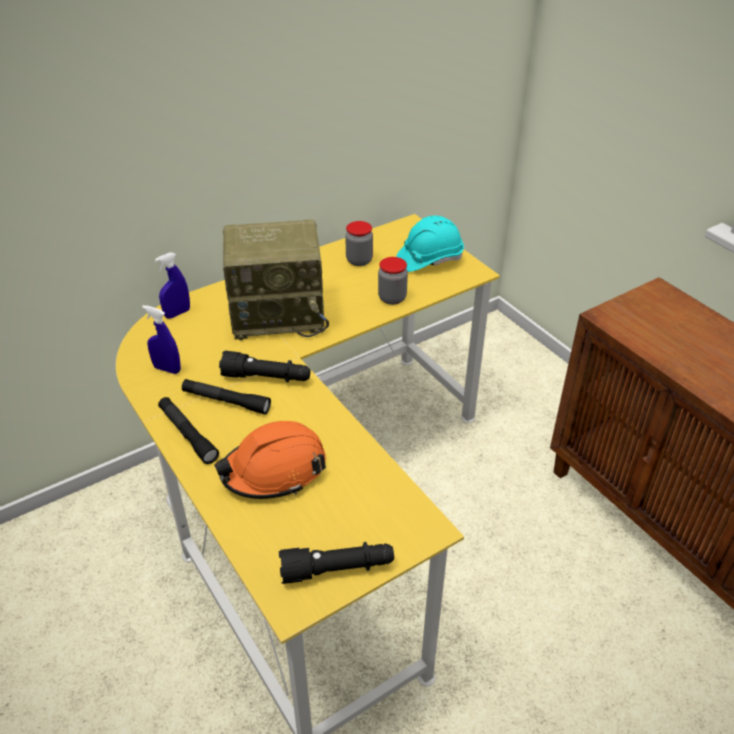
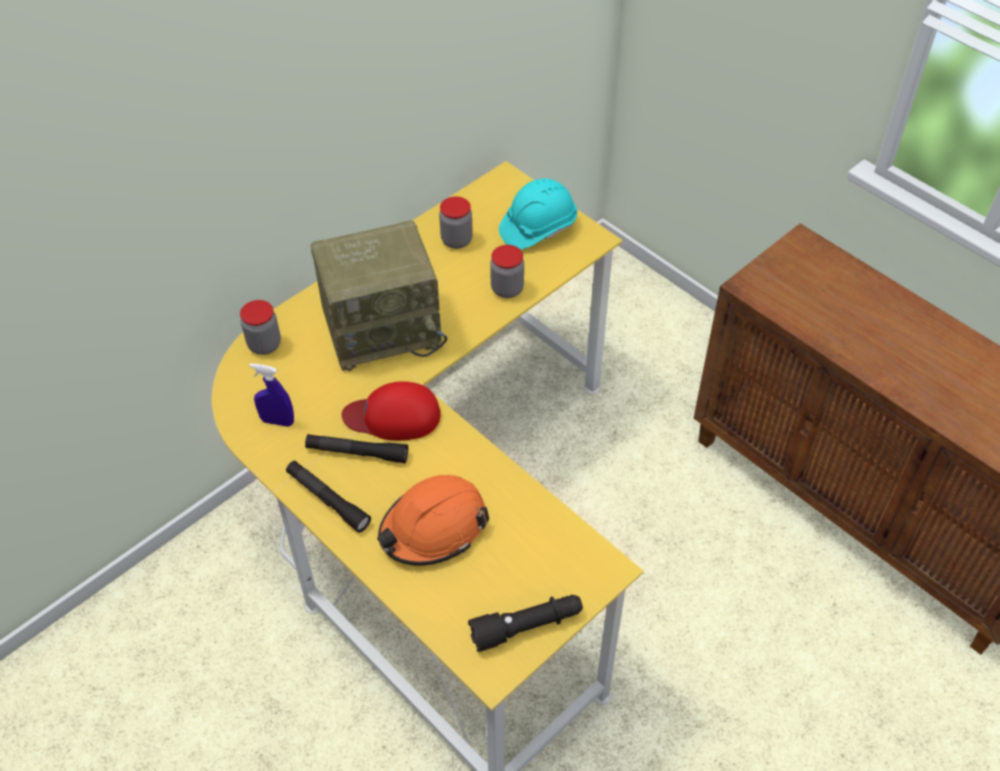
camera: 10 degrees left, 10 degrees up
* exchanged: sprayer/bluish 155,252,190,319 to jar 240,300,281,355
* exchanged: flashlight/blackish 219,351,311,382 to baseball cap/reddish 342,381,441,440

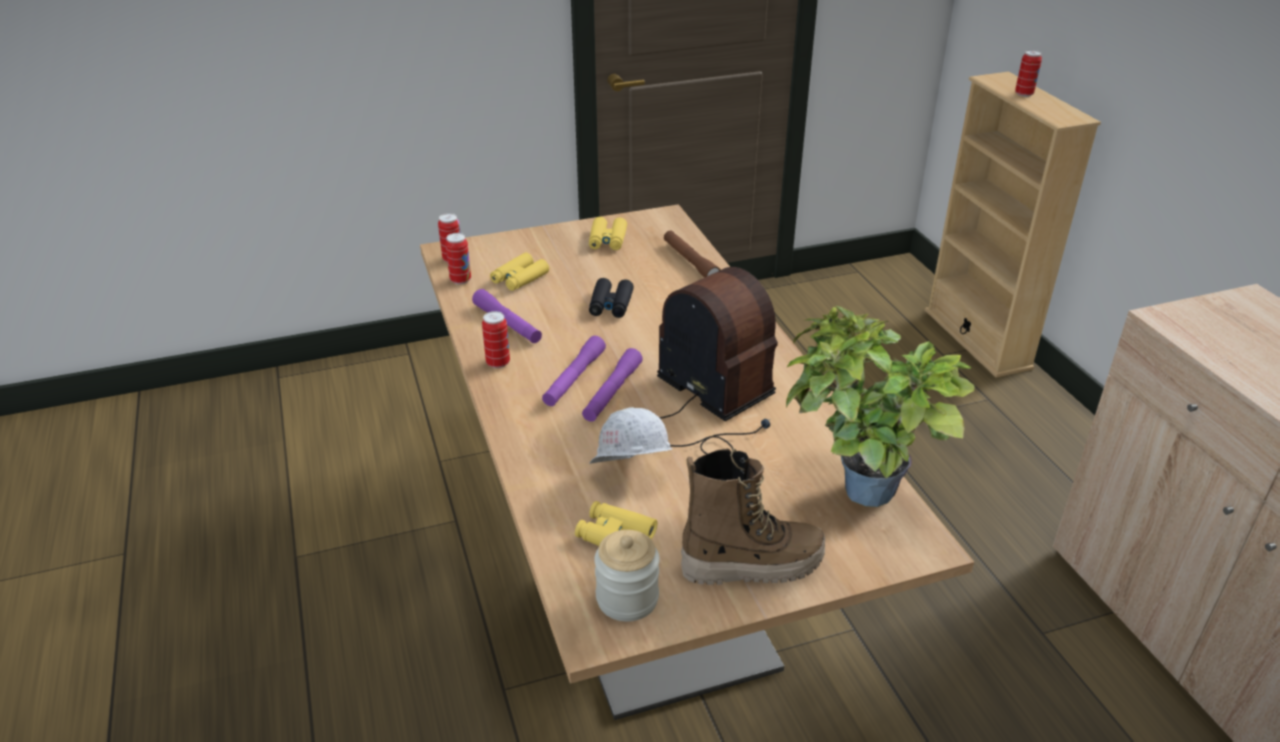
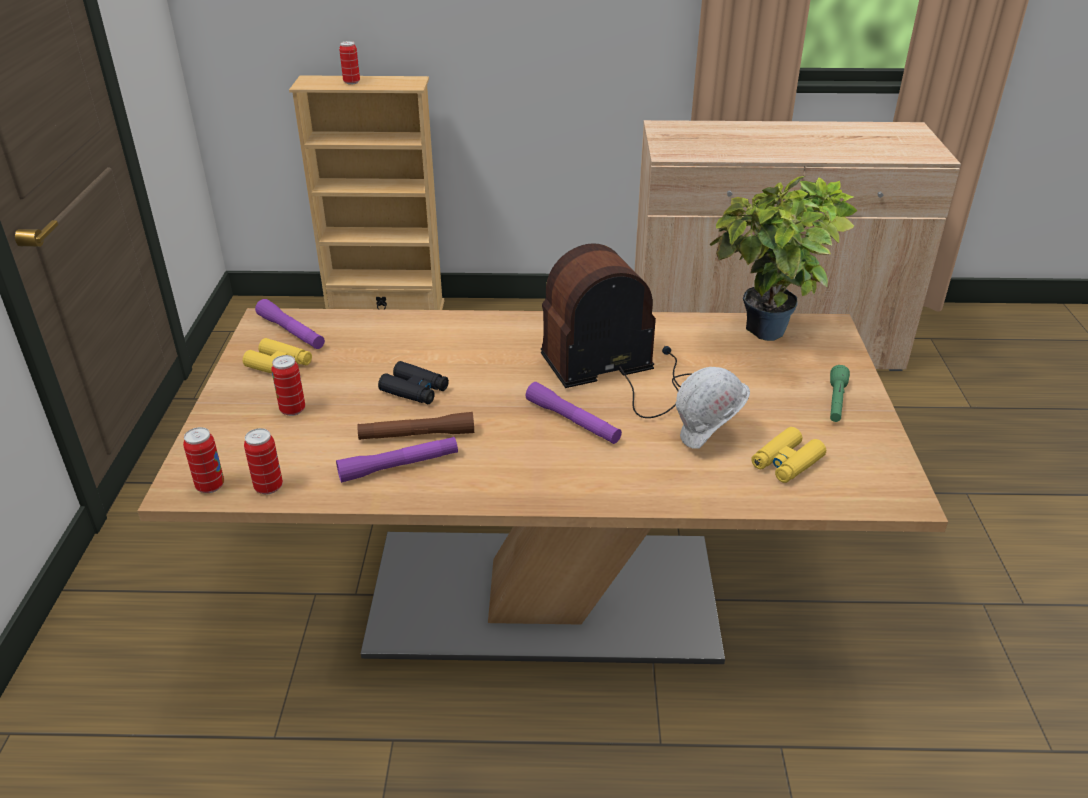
camera: 70 degrees left, 0 degrees up
* missing: field glasses/yellow 490,252,549,291
* missing: jar 594,530,660,622
* relocated: sealed can 482,311,510,368 to 271,355,305,416
* relocated: flashlight/purplish 542,336,606,406 to 255,299,325,349
* relocated: flashlight/brown 664,231,721,278 to 357,412,474,440
* exchanged: boot 681,448,825,585 to flashlight/green-coloured 830,365,850,422

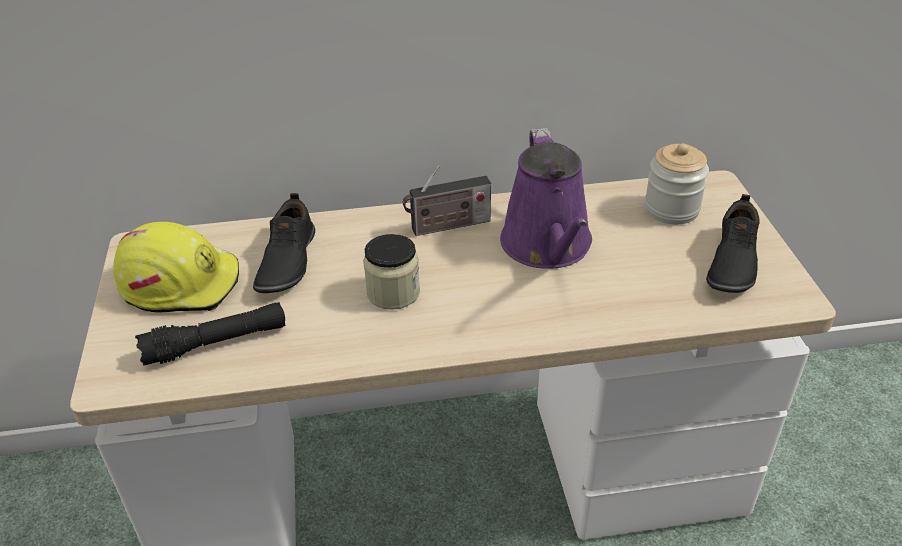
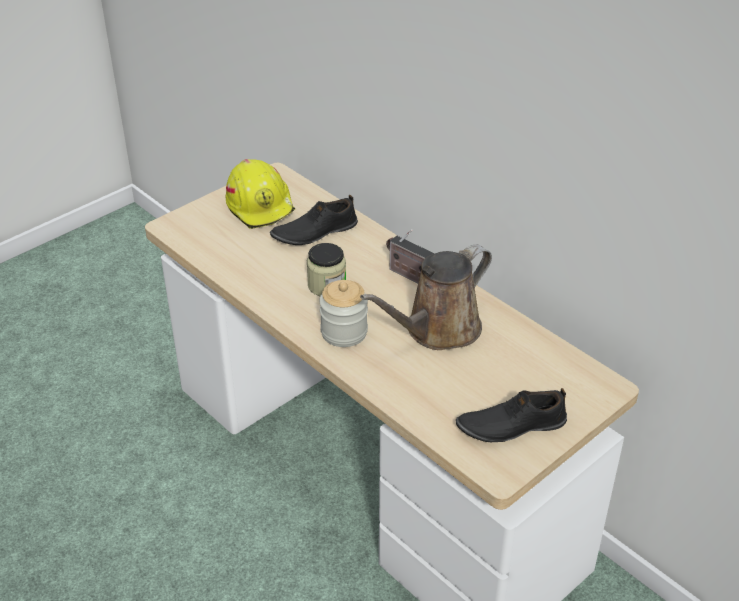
camera: 55 degrees right, 0 degrees up
* missing: flashlight/blackish 135,302,285,366
* relocated: jar 644,143,709,224 to 319,280,368,347
* colour: watering pot/purplish 500,128,592,269 to watering pot/brown 360,245,492,350

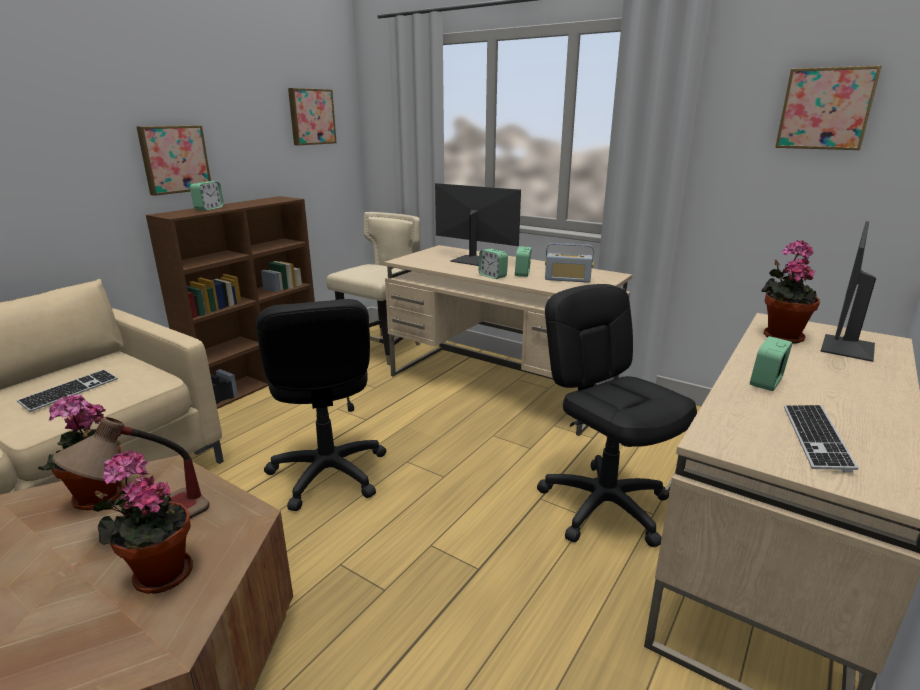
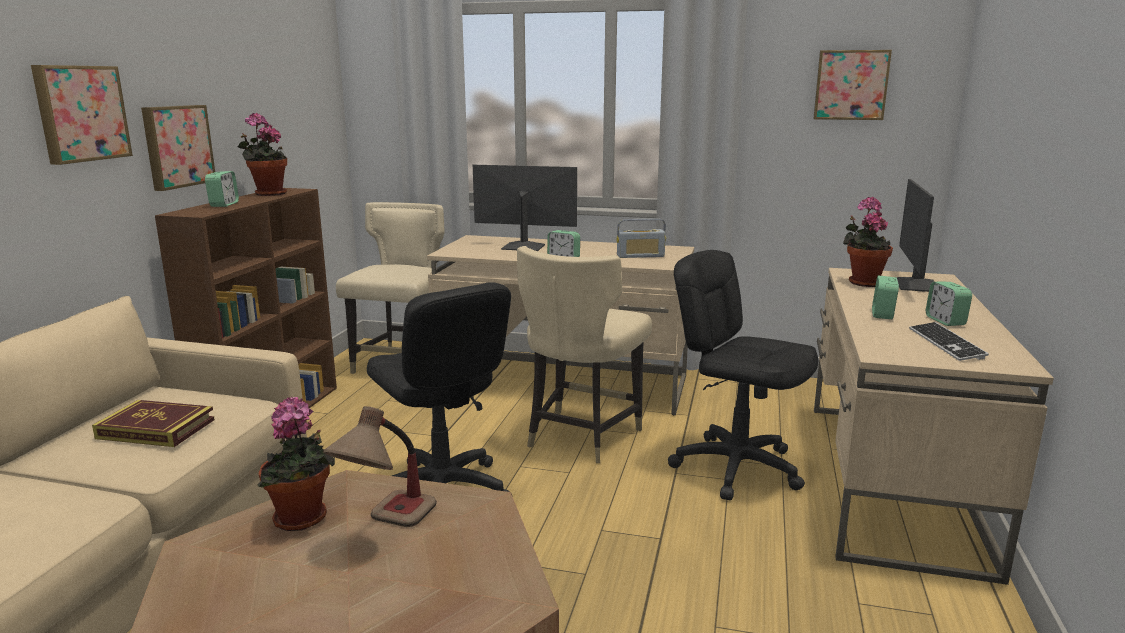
camera: 20 degrees left, 5 degrees down
* appeared: chair/sand-coloured 517,246,652,463
* relocated: plant in a pot 92,450,193,594 to 237,113,287,196
* relocated: wall picture 288,88,337,145 to 31,65,133,165
* relocated: bedside clock 515,246,532,277 to 926,281,972,326
* exchanged: PC keyboard 17,369,118,412 to bound book 92,400,215,447

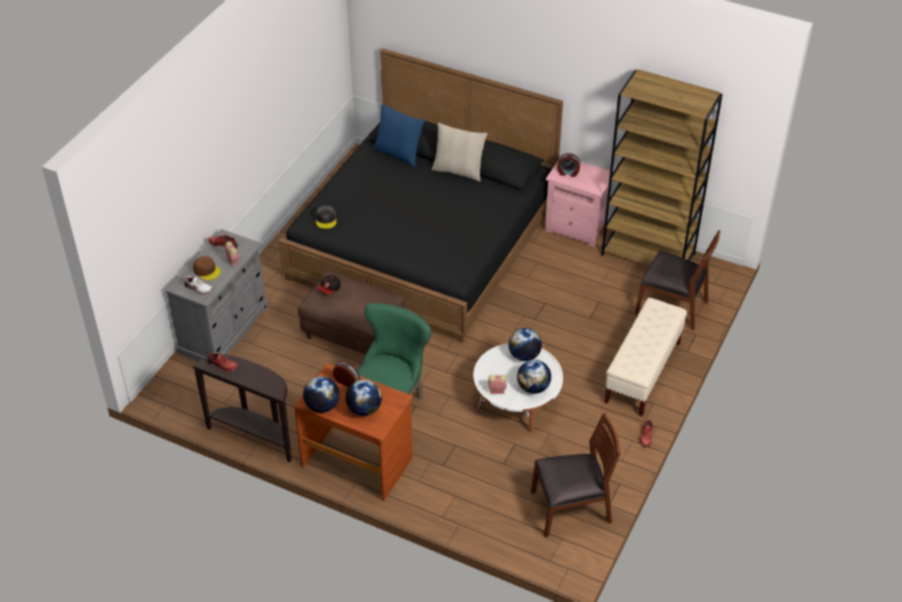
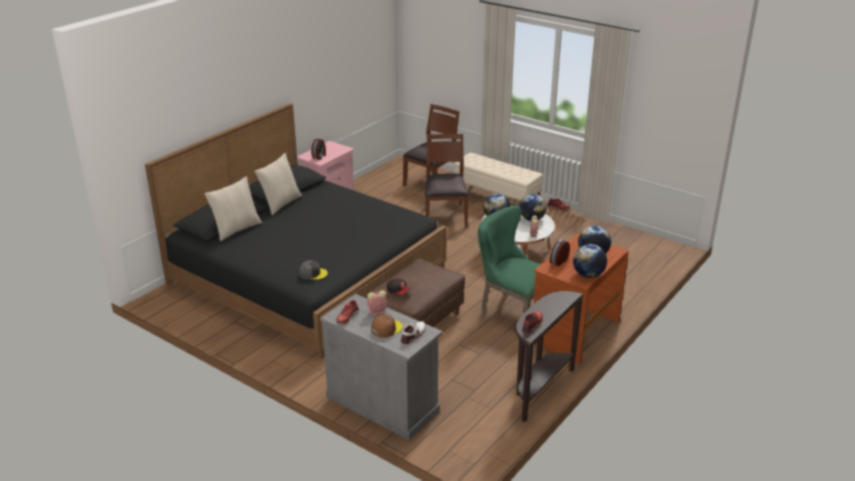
camera: 80 degrees left, 15 degrees down
* missing: bookshelf/brown 601,69,723,266
* relocated: chair/brown 531,413,621,537 to 425,134,469,227
* colour: cushion/bluish 373,104,425,167 to cushion/sand-coloured 204,176,262,241

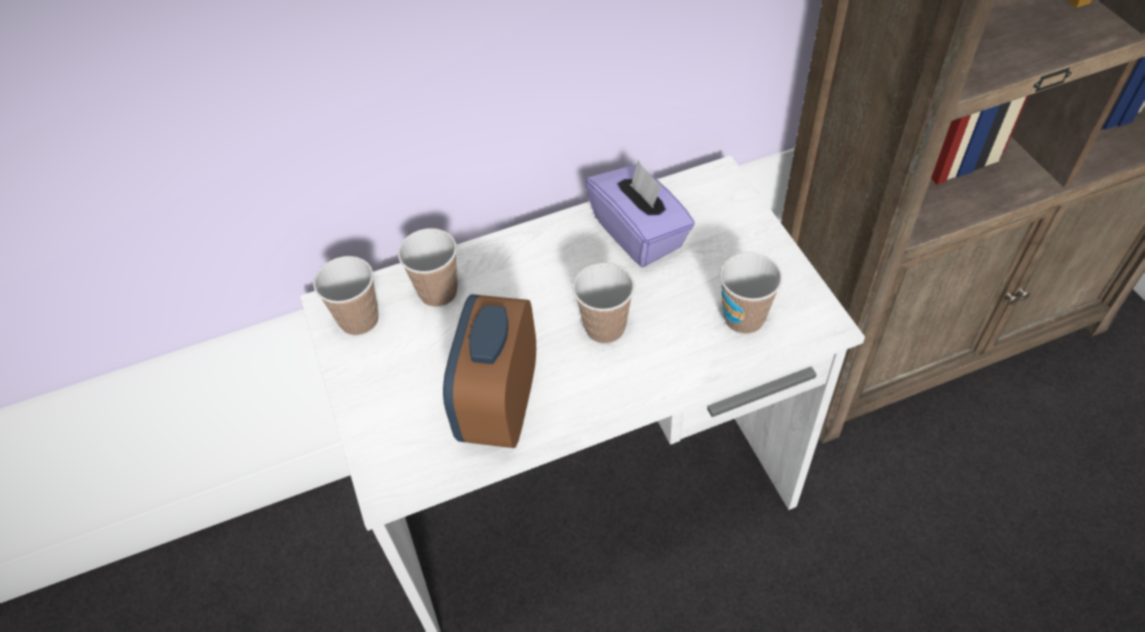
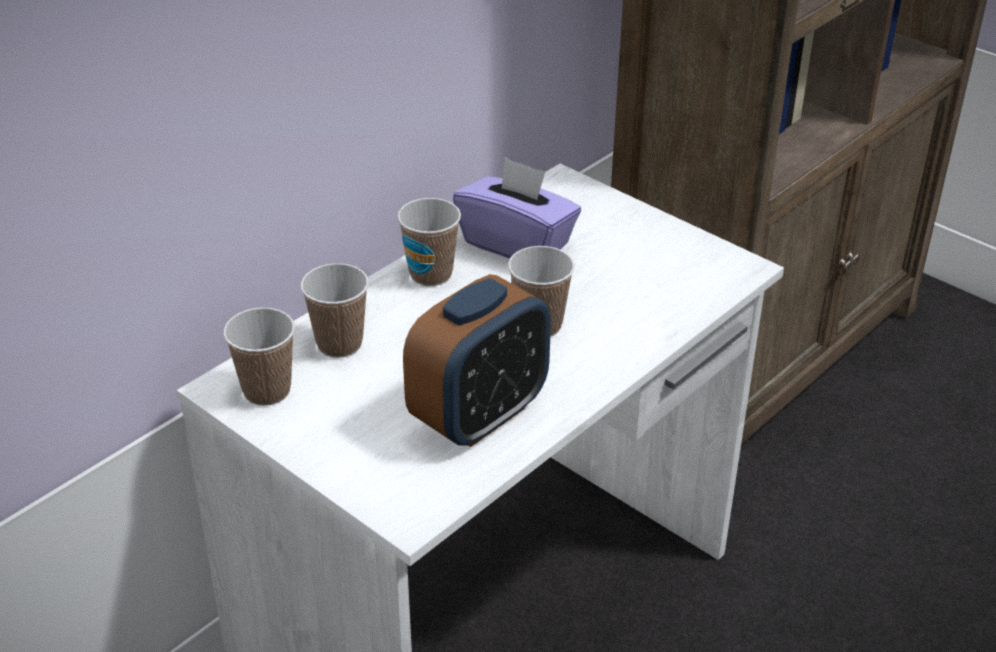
camera: 30 degrees left, 15 degrees down
* relocated: small cup 720,252,782,334 to 397,198,461,286
* spun: bedside clock 443,294,536,448 = 403,274,551,447 120 degrees counterclockwise

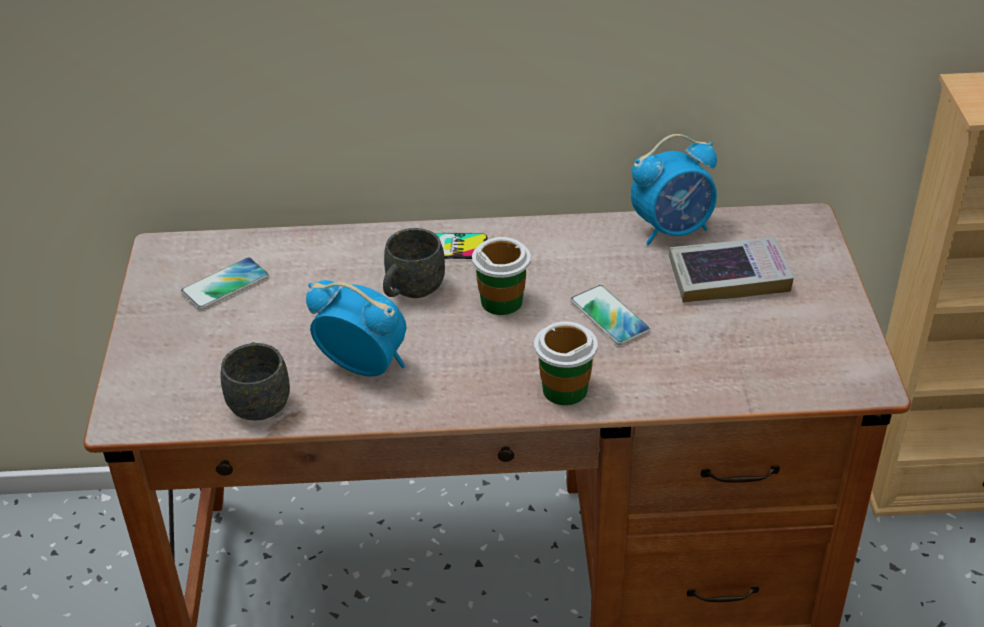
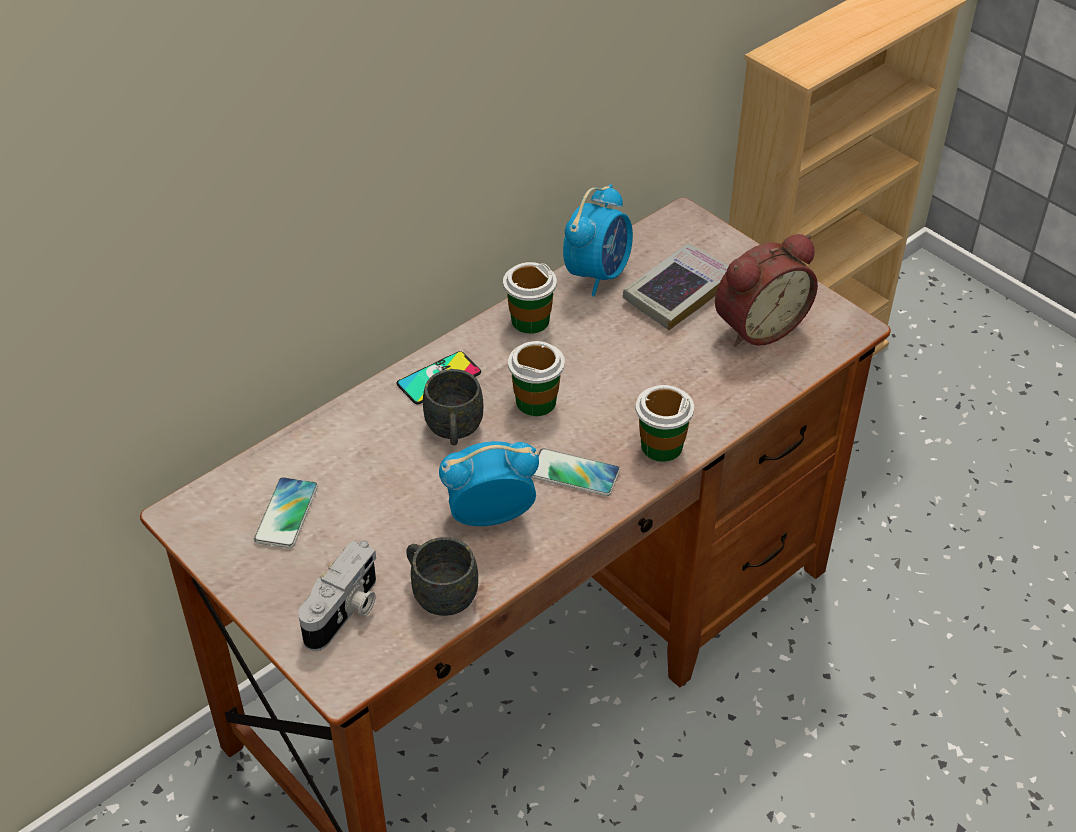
camera: 40 degrees left, 5 degrees up
* appeared: photo camera 298,540,376,651
* appeared: small cup 503,262,557,334
* appeared: bedside clock 715,234,818,347
* relocated: handset 571,285,650,345 to 531,448,620,496

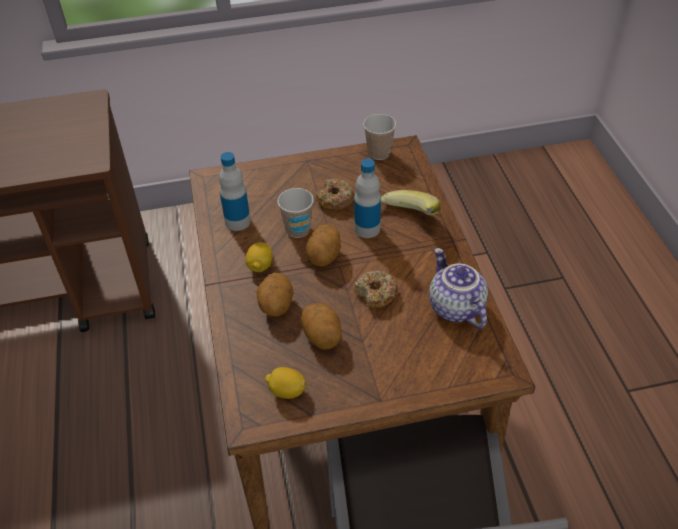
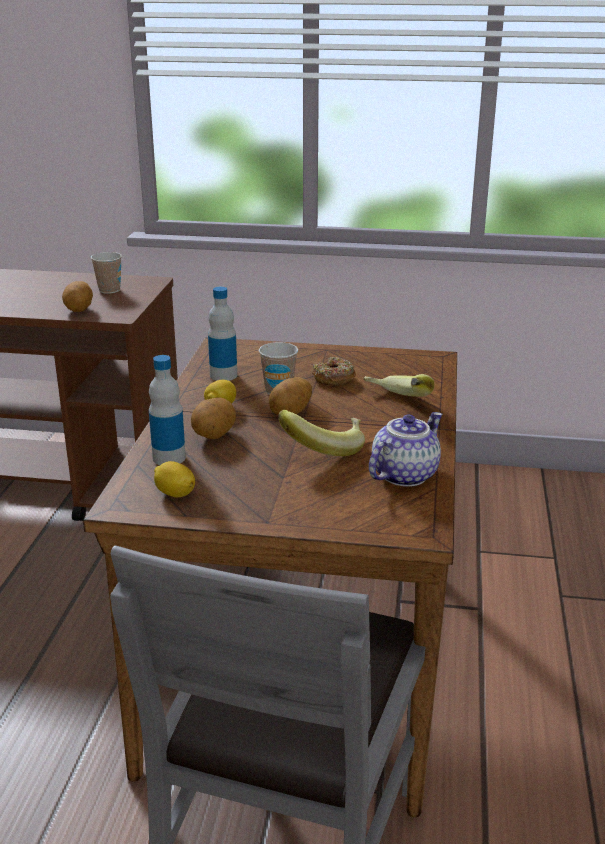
camera: 20 degrees right, 20 degrees down
* relocated: whole potato 301,303,342,350 to 62,281,93,312
* relocated: beverage bottle 354,158,381,238 to 149,355,186,465
* relocated: small cup 363,114,396,160 to 91,252,122,294
* exchanged: donut 354,270,398,308 to banana 278,410,365,456
* spun: tea pot 429,248,488,329 = 369,412,443,487 45 degrees clockwise

